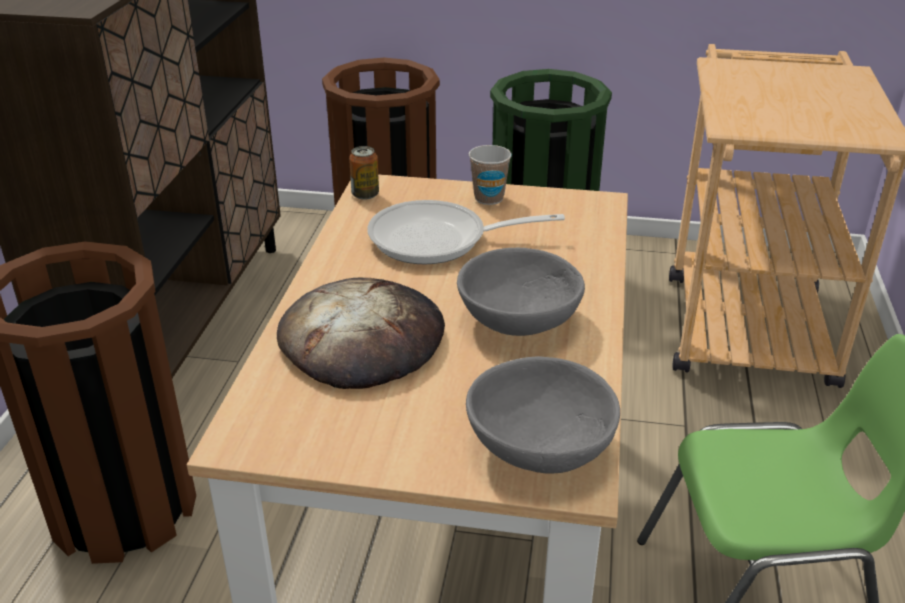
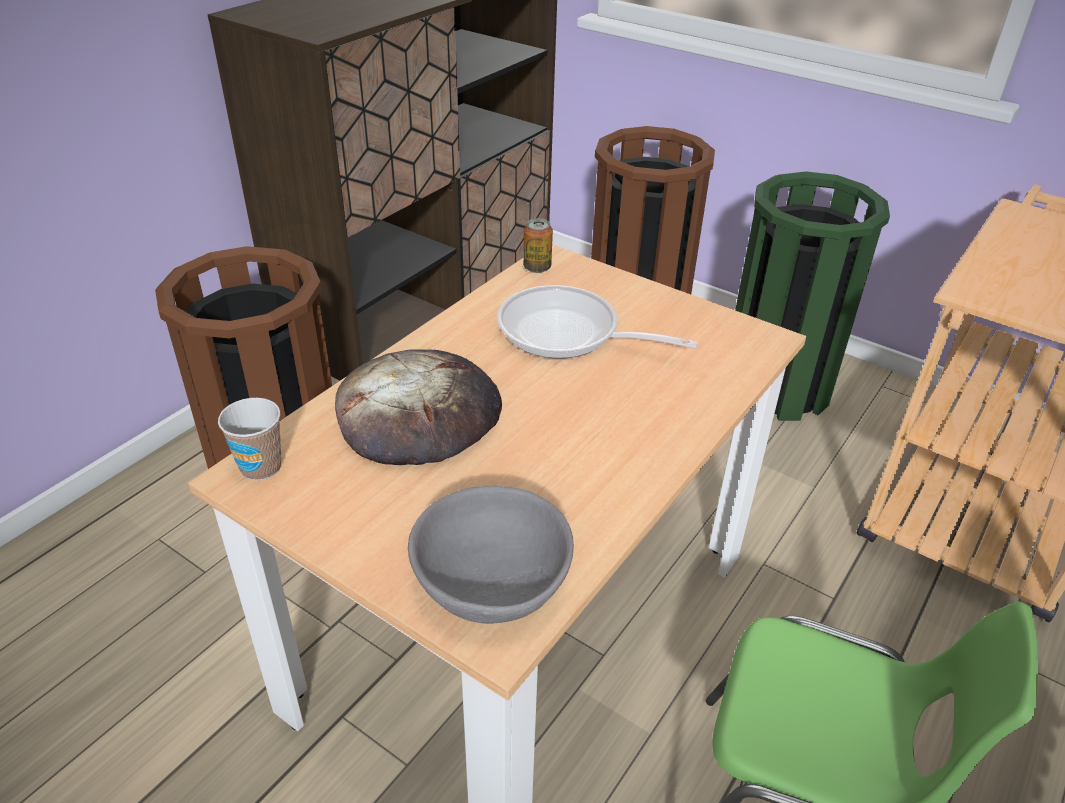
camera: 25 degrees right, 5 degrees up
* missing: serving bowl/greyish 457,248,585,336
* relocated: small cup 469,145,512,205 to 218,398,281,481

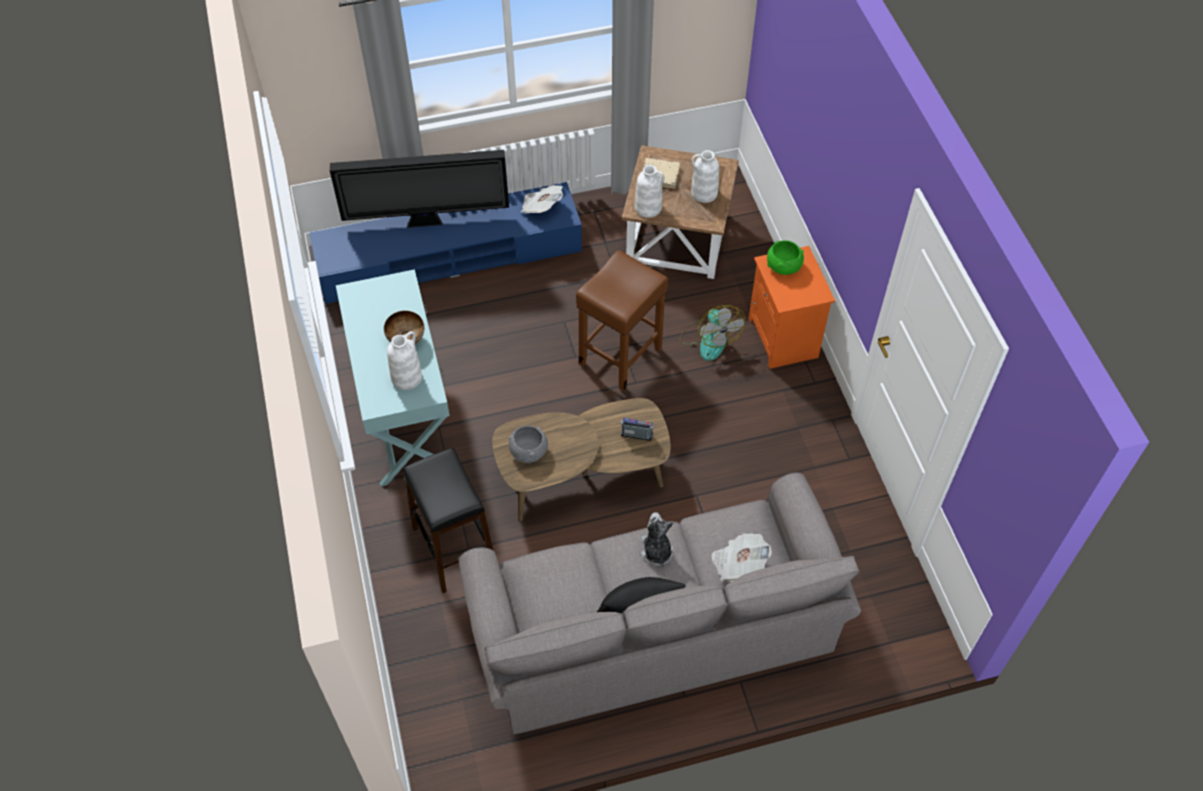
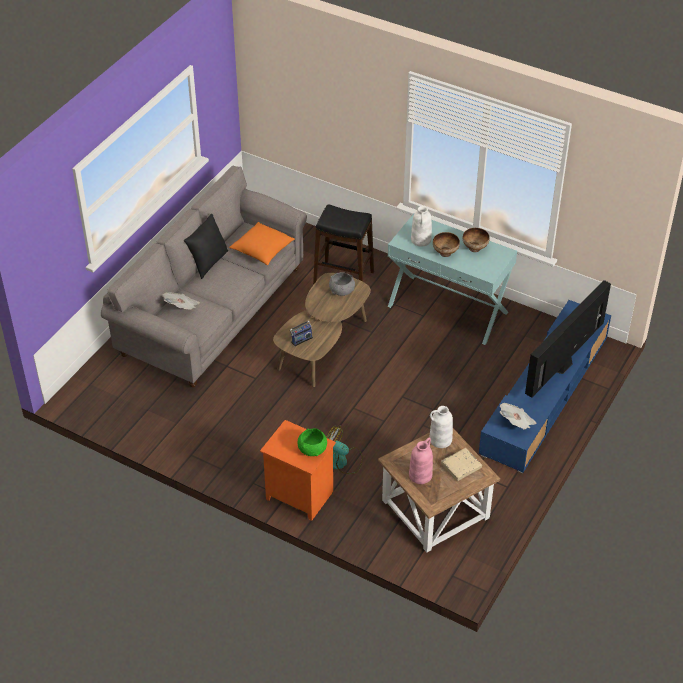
camera: 135 degrees right, 10 degrees down
* missing: stool/brown 576,250,668,391
* missing: soft toy 641,512,674,567
* appeared: cushion/orangey 229,222,295,265
* appeared: serving bowl 462,228,490,252
* colour: flower vase/white-coloured 691,150,719,203 to flower vase/pink 409,438,433,484

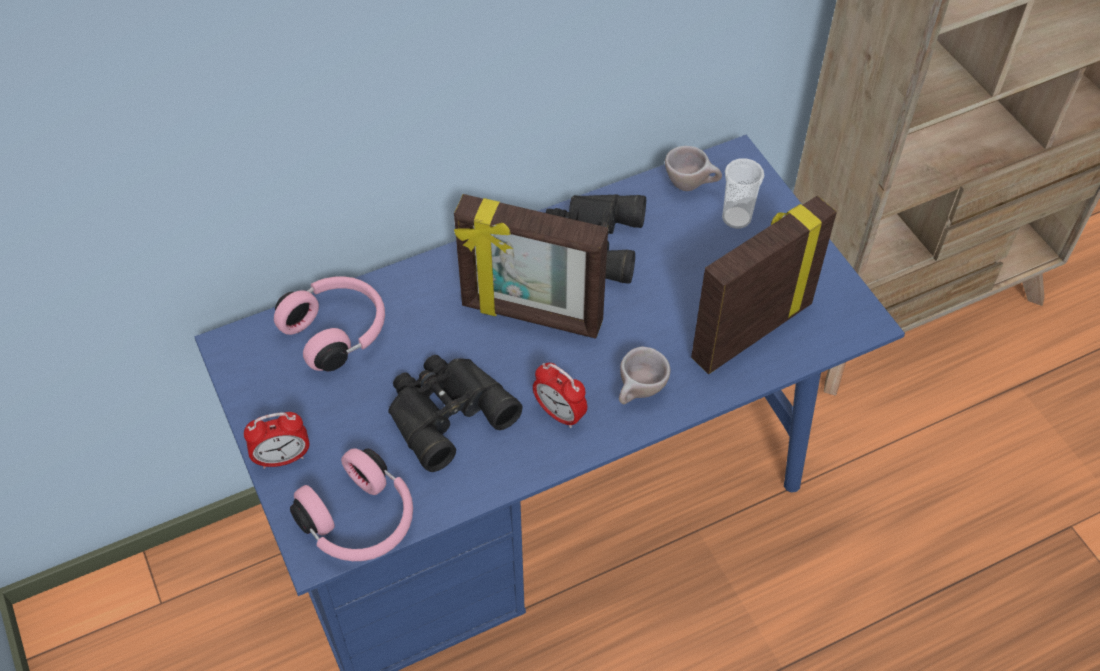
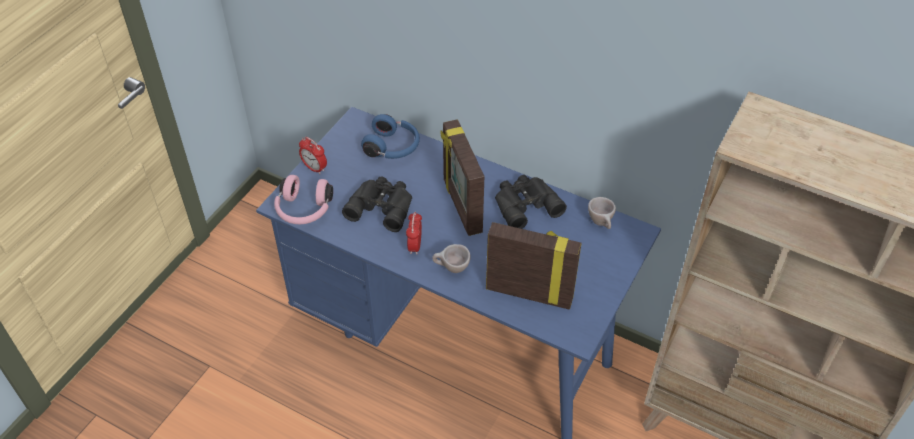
camera: 55 degrees right, 5 degrees down
* missing: small cup 722,158,765,229
* colour: pair of headphones/pink 274,277,385,371 to pair of headphones/bluish 361,114,420,159

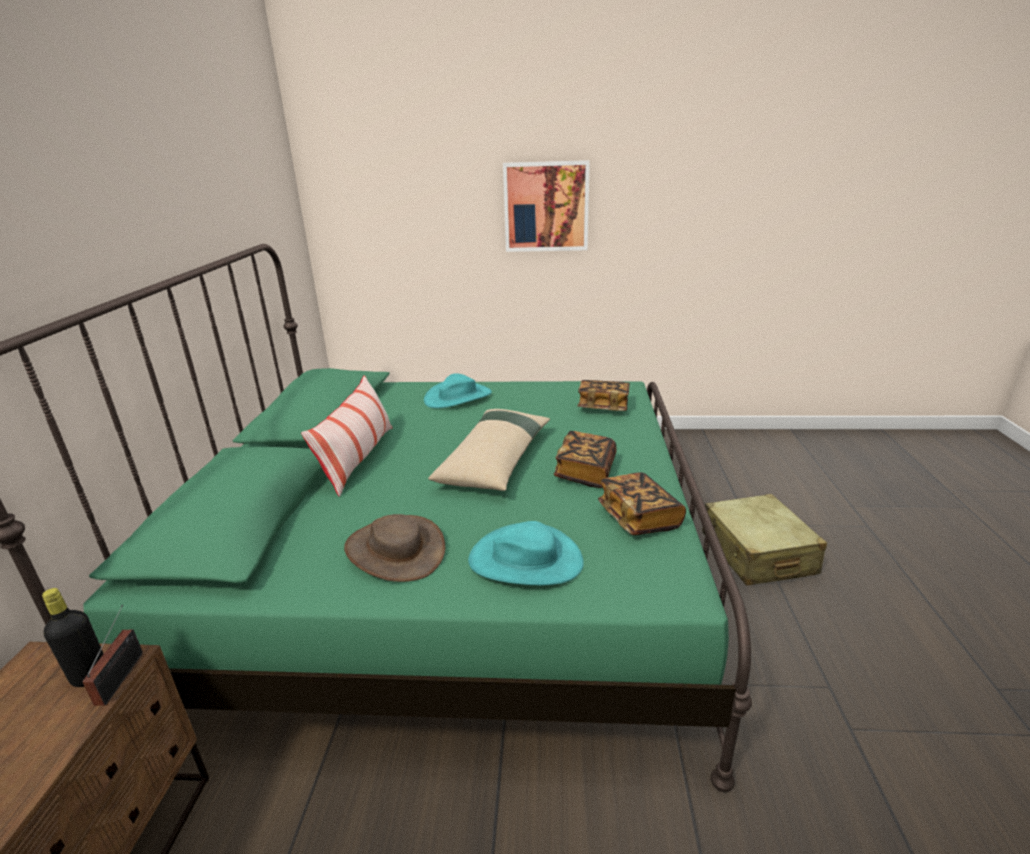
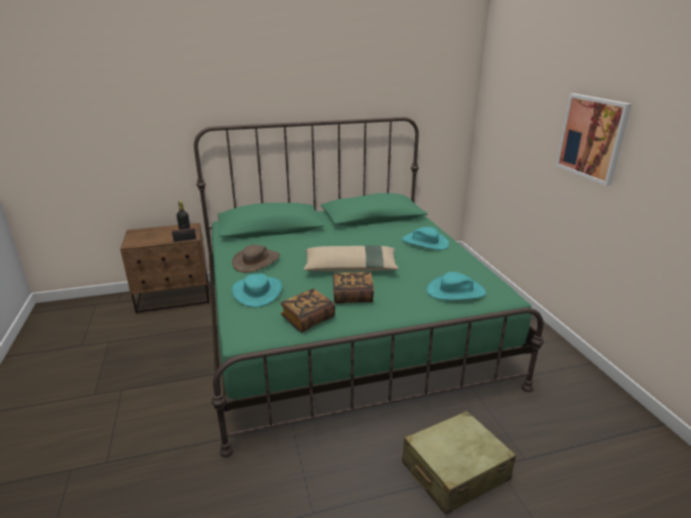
camera: 70 degrees right, 0 degrees up
* missing: cushion 301,375,393,497
* exchanged: bound book 578,380,630,411 to hat/blue-green 427,272,486,300

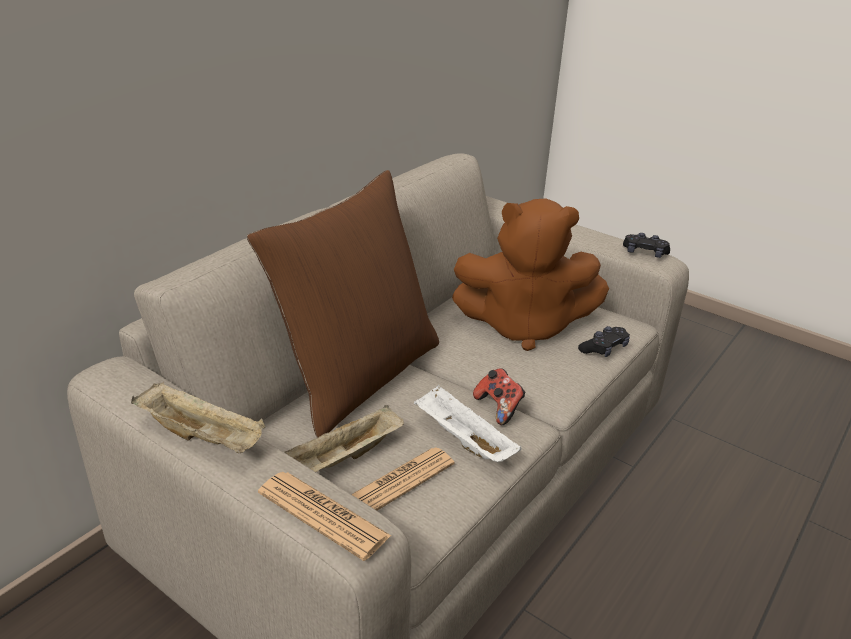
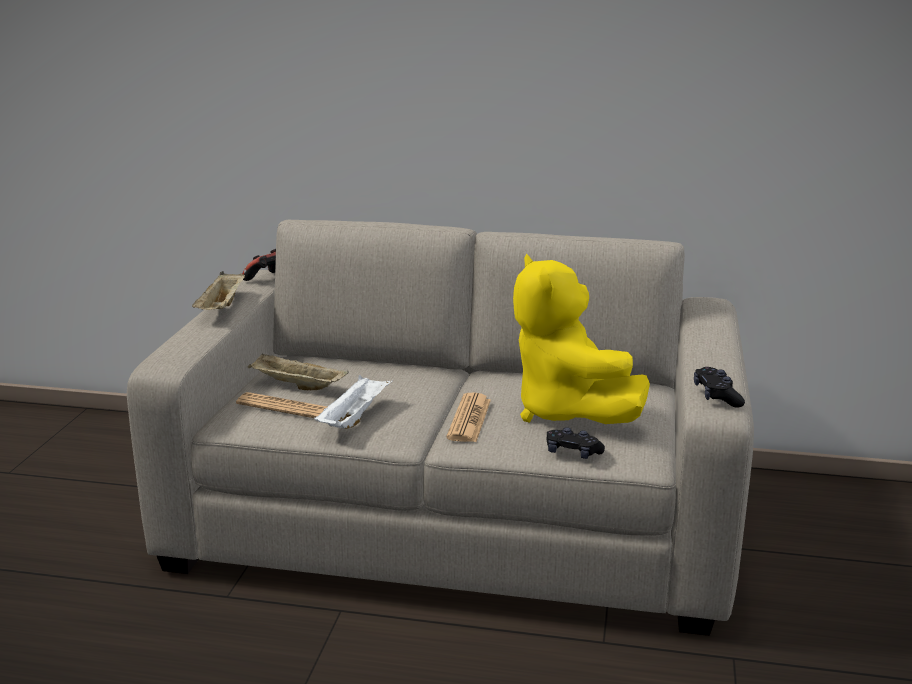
camera: 65 degrees right, 10 degrees down
* missing: cushion/brown 247,170,439,438
* relocated: daily paper 258,472,391,561 to 446,392,491,442
* relocated: gamepad 473,368,526,425 to 242,249,276,281
* colour: soft toy/brown 452,198,609,351 to soft toy/yellow 513,254,650,424

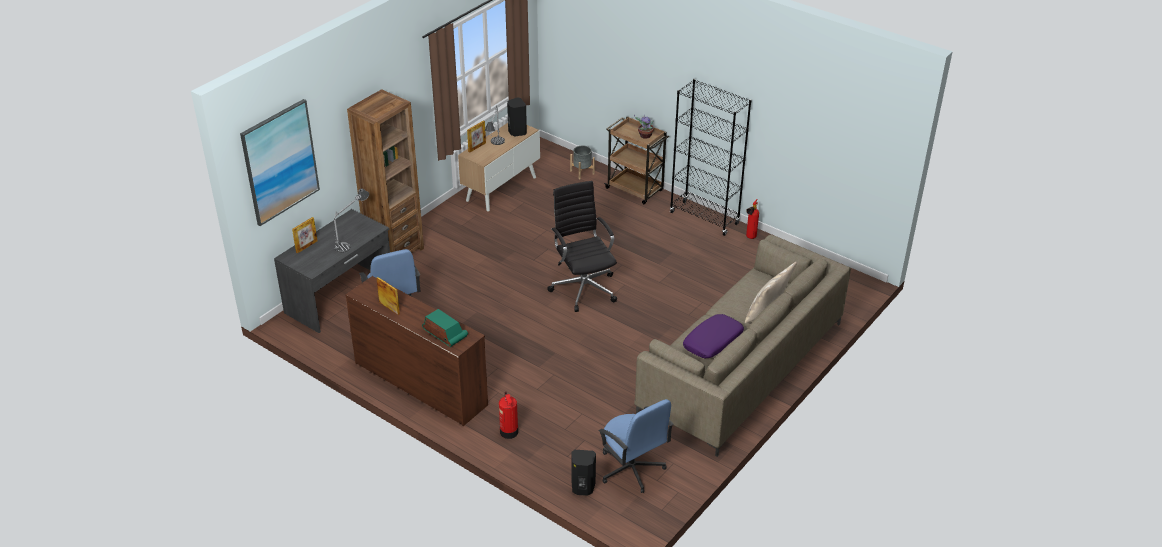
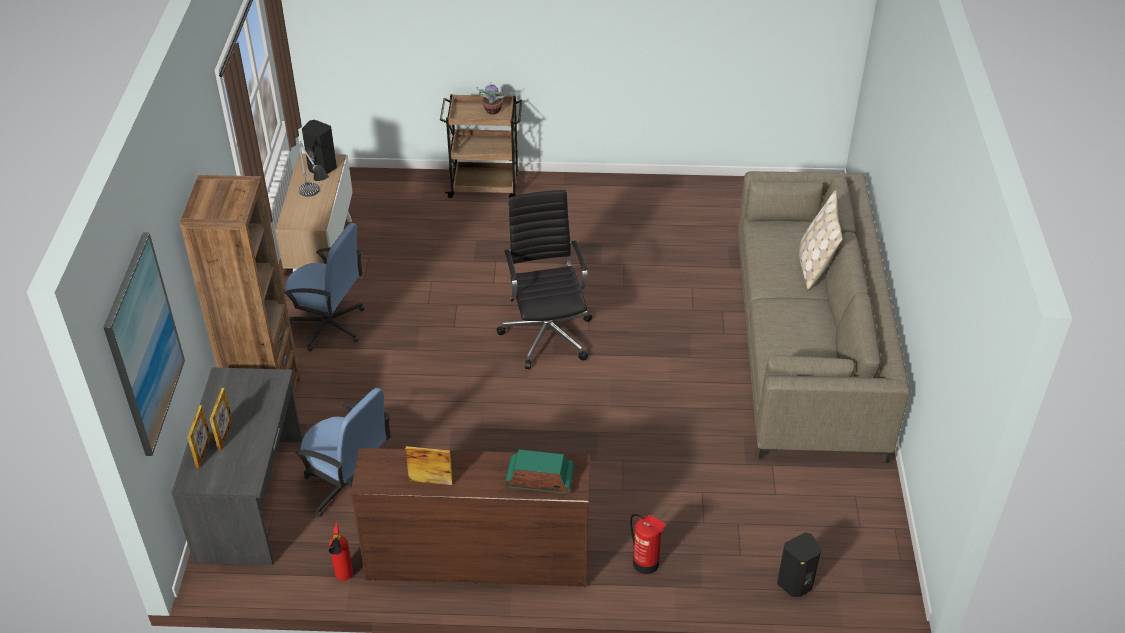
camera: 35 degrees left, 5 degrees up
* missing: table lamp 334,188,369,253
* missing: flower pot/greyish 570,145,595,179
* missing: bookshelf/blackish 670,79,752,236
* missing: cushion/purplish 683,314,744,358
* relocated: standing frame 467,120,486,153 to 210,388,232,450
* relocated: desk chair/bluish 598,399,674,493 to 284,223,364,352
* relocated: fire extinguisher 746,199,759,239 to 329,522,353,581
* spun: desk chair/blackish 547,181,617,312 = 497,190,592,369 45 degrees clockwise

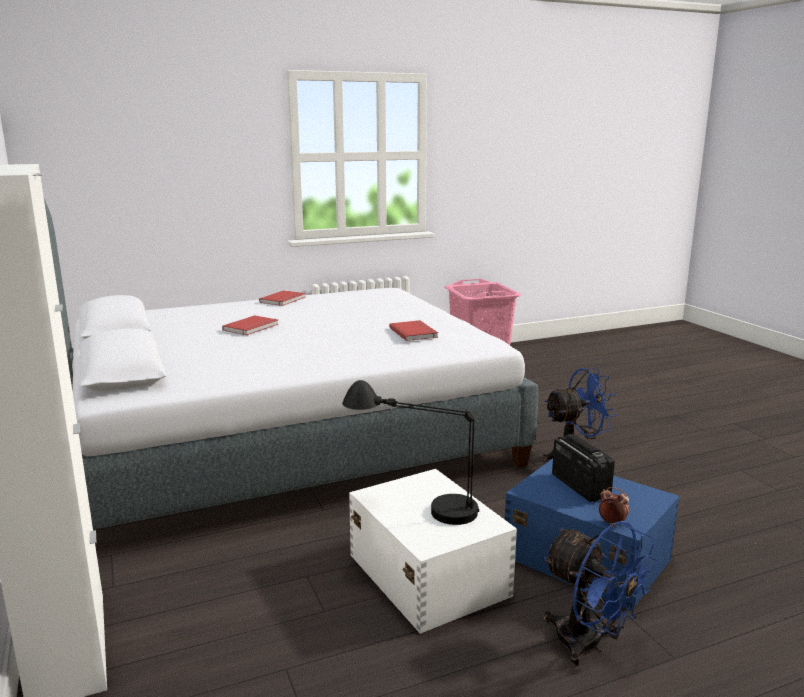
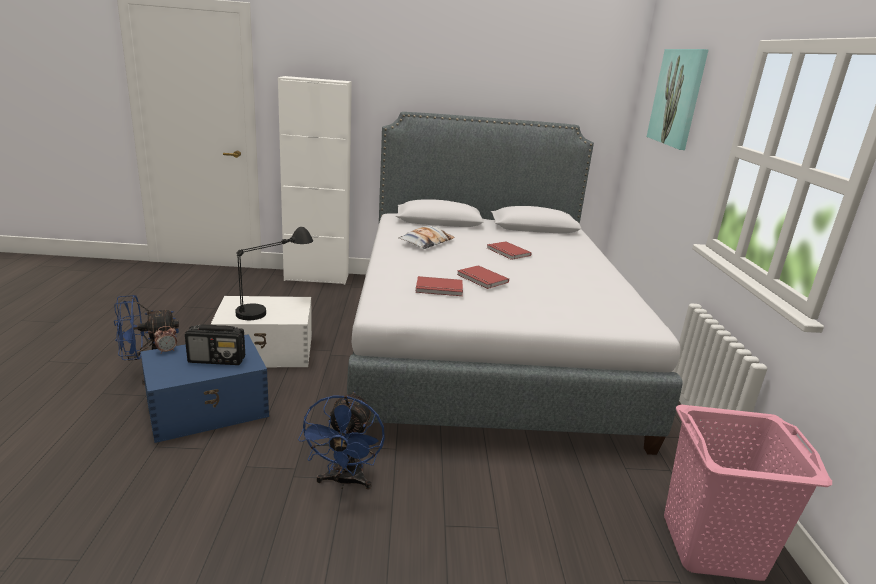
camera: 110 degrees right, 5 degrees up
* appeared: cushion 399,226,455,249
* appeared: wall picture 647,49,709,150
* relocated: bound book/reddish 259,290,306,306 to 457,265,509,289

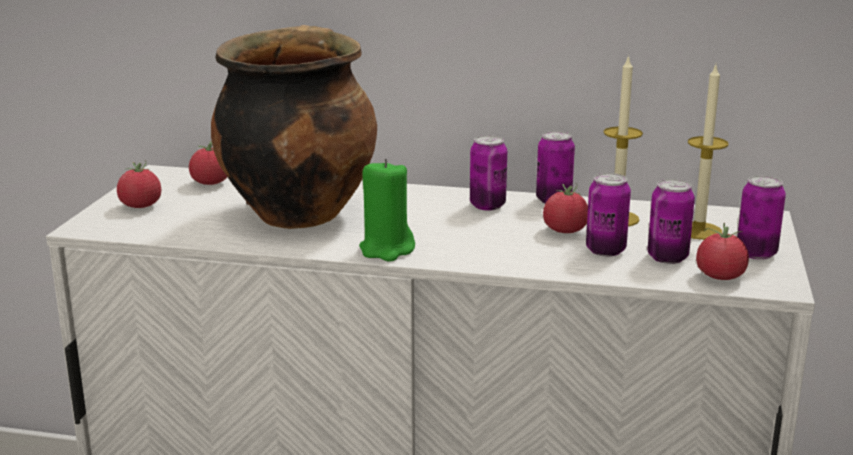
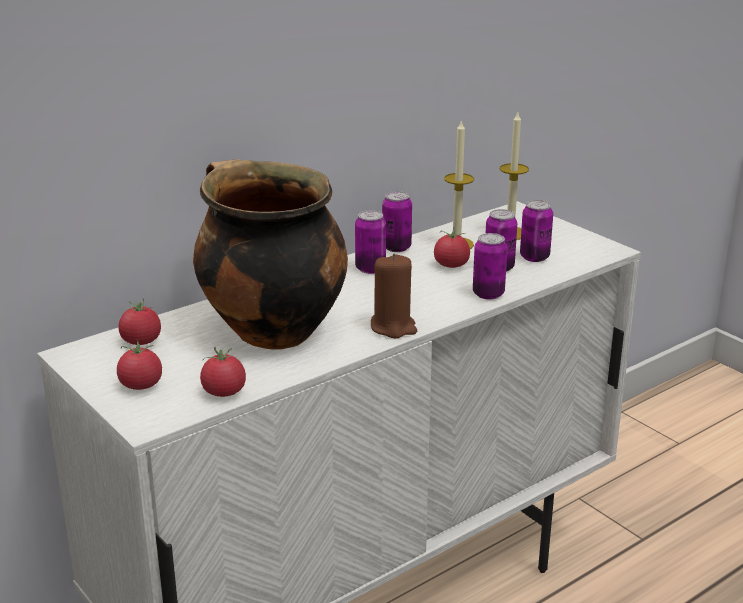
camera: 50 degrees left, 5 degrees up
* relocated: whole tomato 696,223,749,280 to 200,347,246,397
* relocated: sealed can 737,175,786,260 to 473,233,507,300
* colour: wax candle/green-coloured 359,159,415,262 to wax candle/brown 371,253,417,339

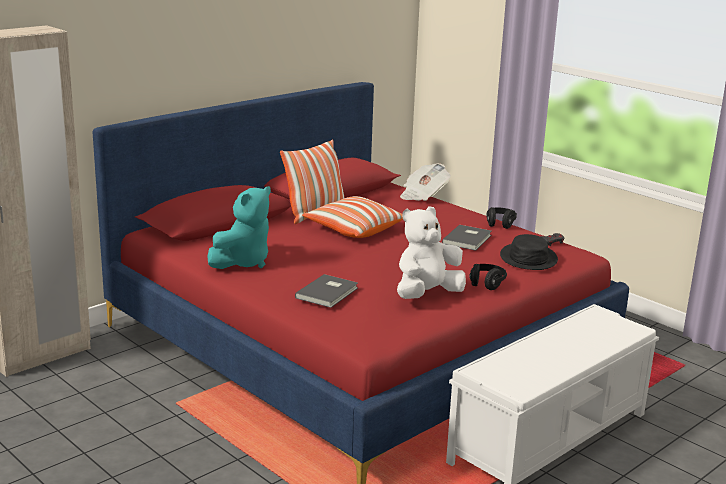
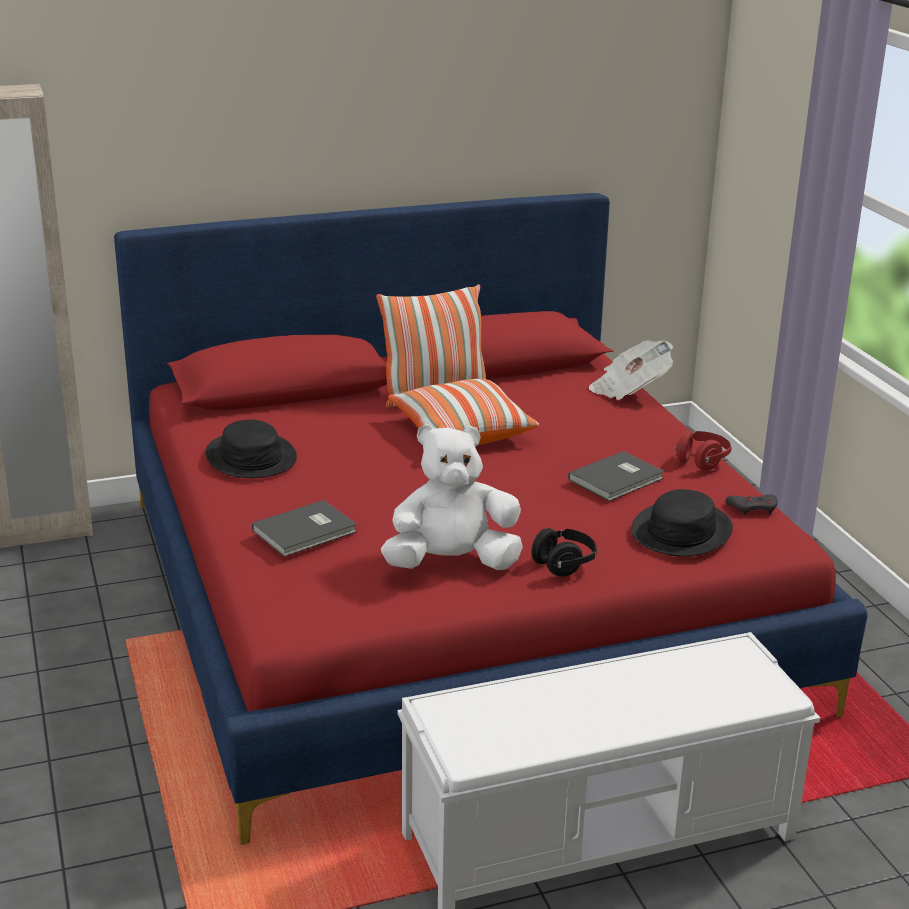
camera: 25 degrees right, 5 degrees up
* exchanged: soft toy/blue-green 207,186,271,269 to hat/blackish 206,420,297,478
* colour: pair of headphones/blackish 486,207,517,229 to pair of headphones/reddish 676,431,732,471

